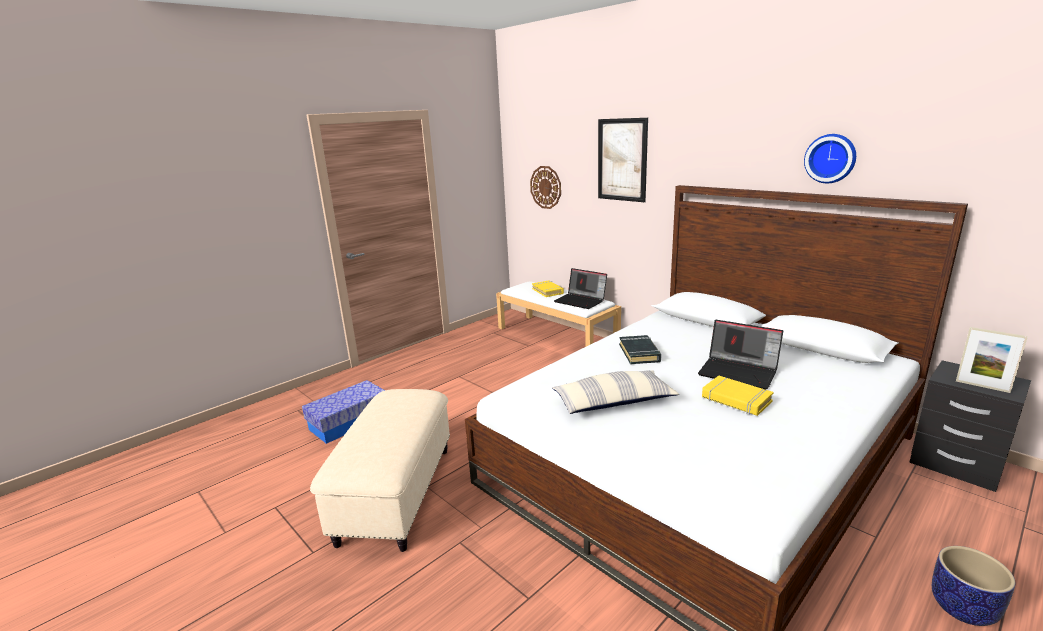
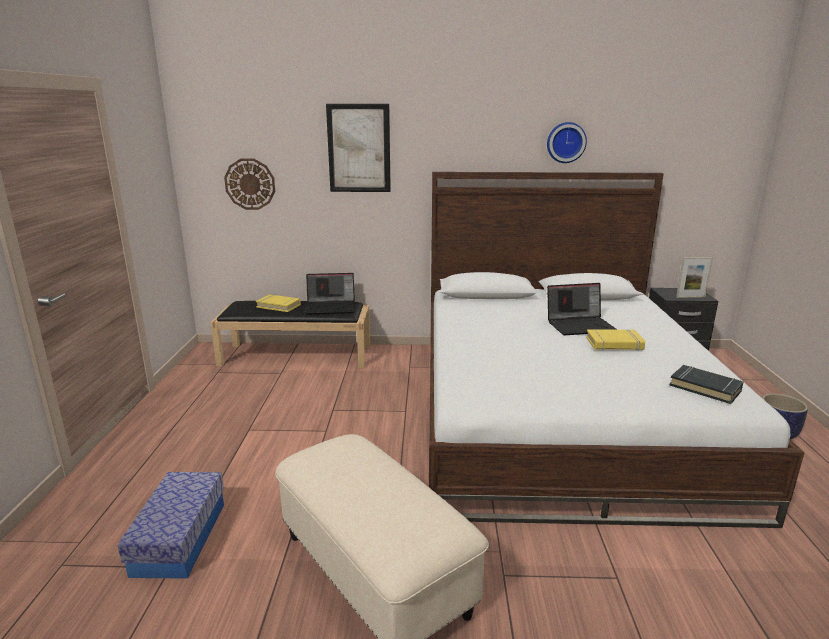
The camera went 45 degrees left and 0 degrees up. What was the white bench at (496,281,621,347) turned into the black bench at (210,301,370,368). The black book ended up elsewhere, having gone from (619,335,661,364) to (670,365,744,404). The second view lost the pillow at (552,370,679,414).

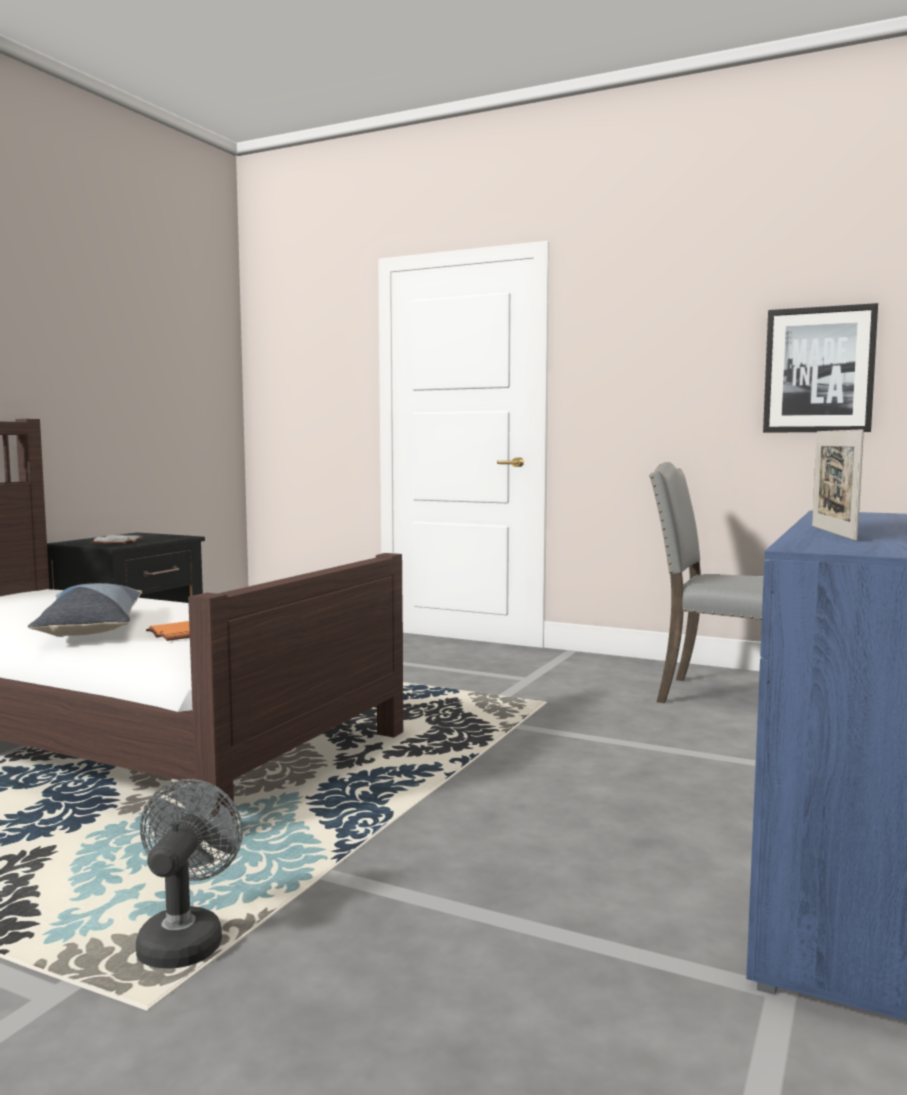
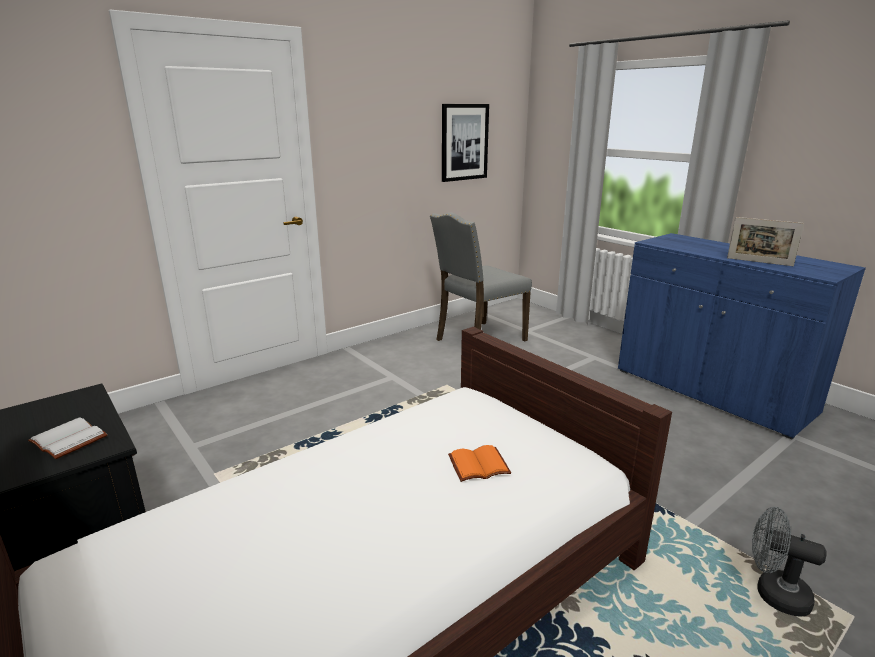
The camera went 65 degrees left and 15 degrees up. The second view lost the pillow at (28,583,142,637).

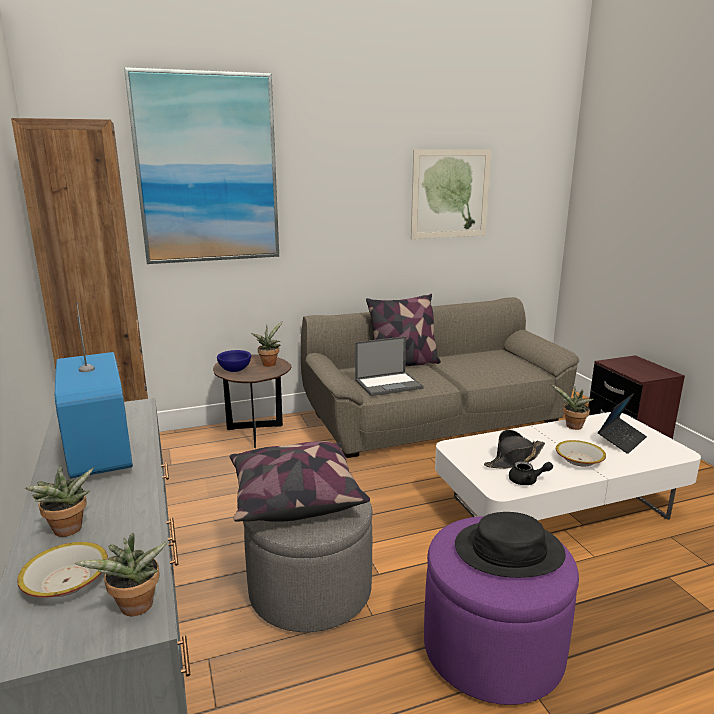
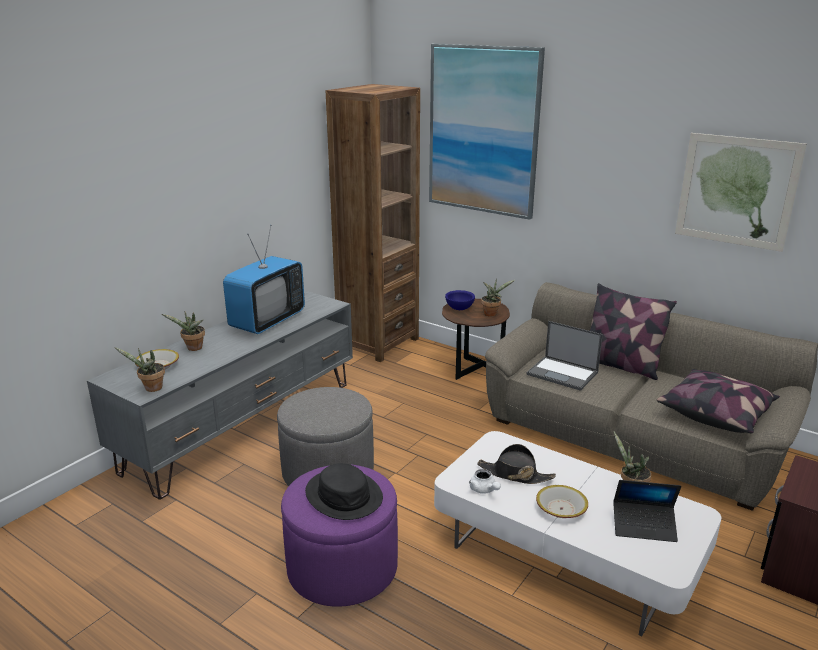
The camera went 55 degrees right and 5 degrees up. What was the black teapot at (509,461,553,485) turned into the white teapot at (469,469,501,494). The pillow ended up elsewhere, having gone from (230,441,370,522) to (657,369,780,433).

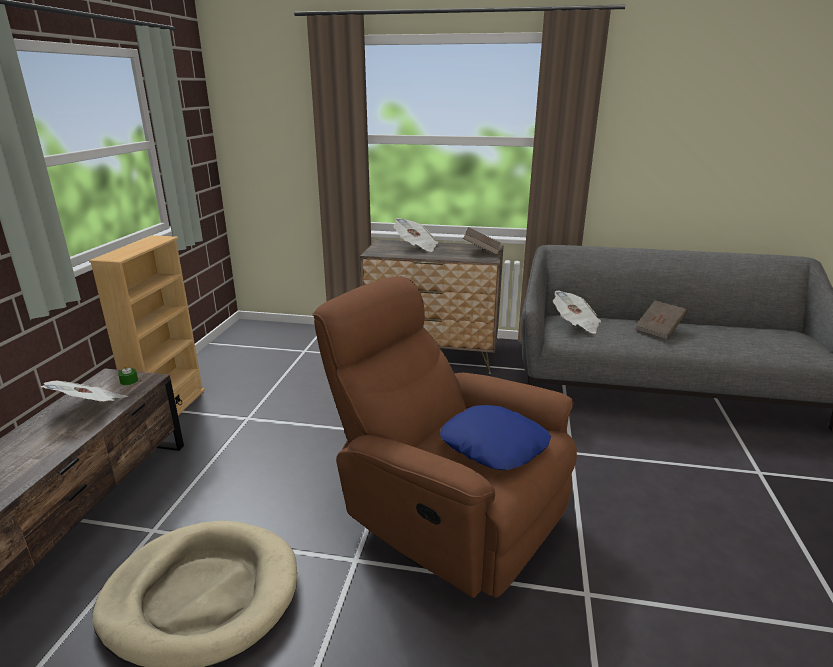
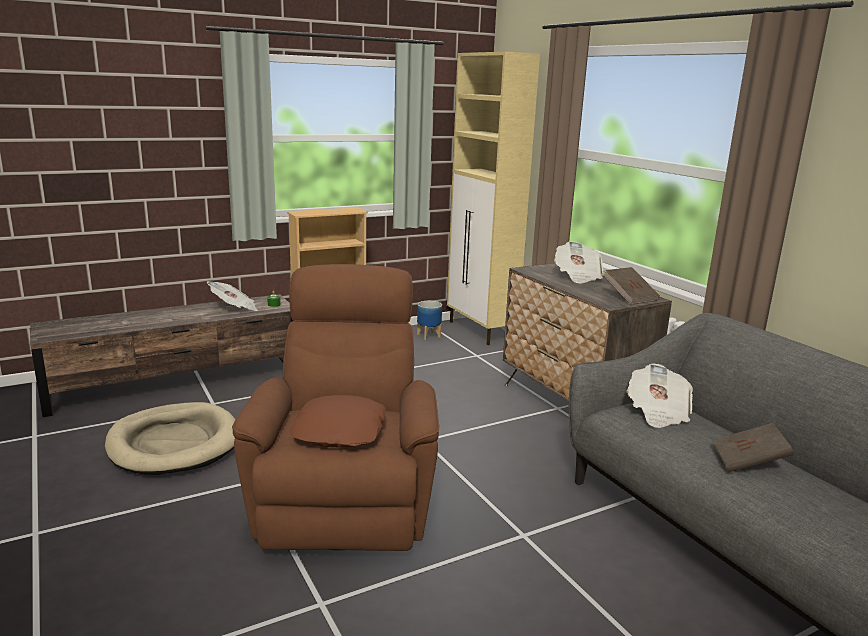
The camera went 50 degrees right and 5 degrees down. What was the blue pillow at (440,405,551,470) turned into the brown pillow at (290,395,386,447). The second view gained the planter at (417,301,442,340). The second view gained the beige cabinet at (447,52,540,345).

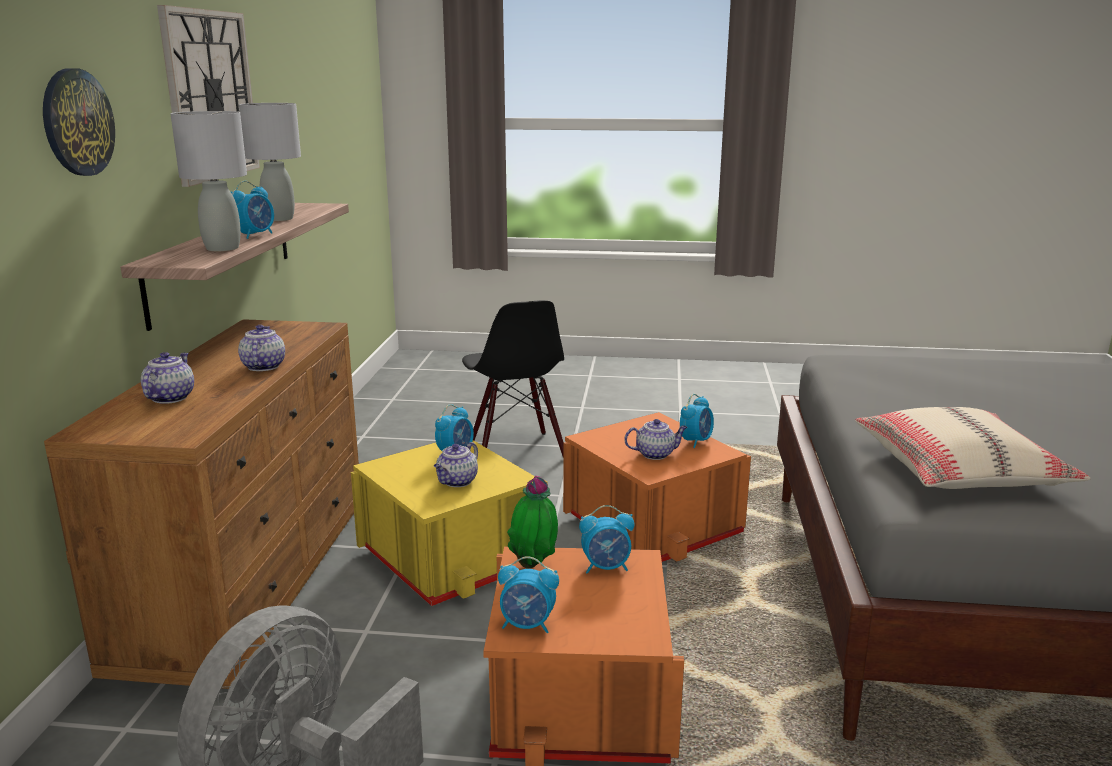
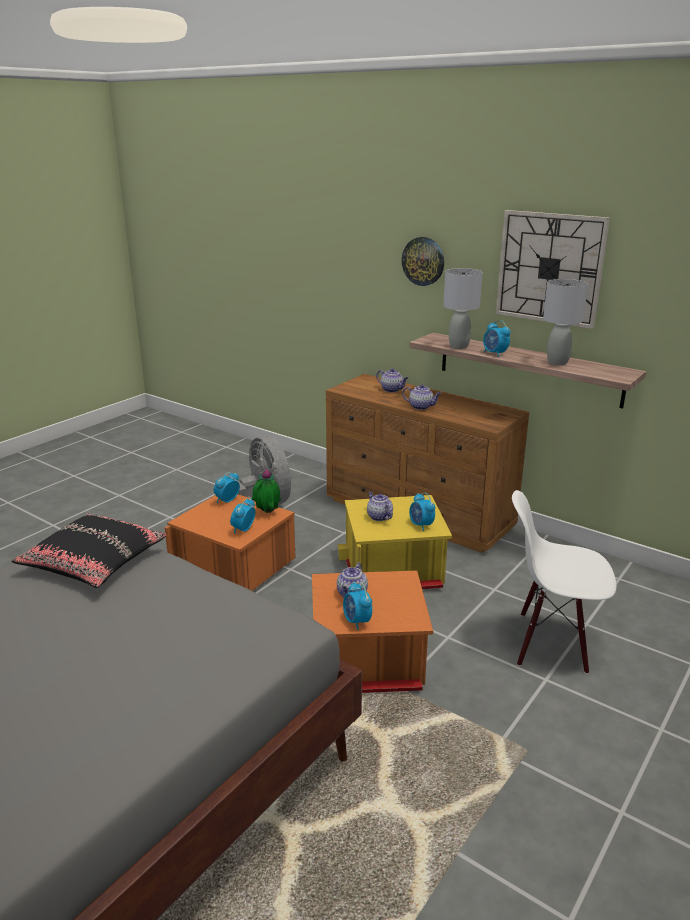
The camera went 120 degrees right and 5 degrees up. What was the beige pillow at (855,407,1091,489) turned into the black pillow at (12,514,167,588). What was the black chair at (462,300,564,456) turned into the white chair at (512,490,616,674).

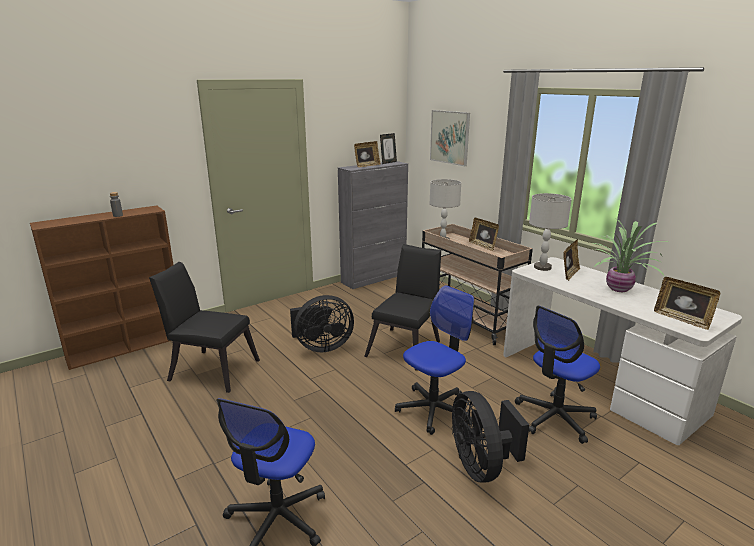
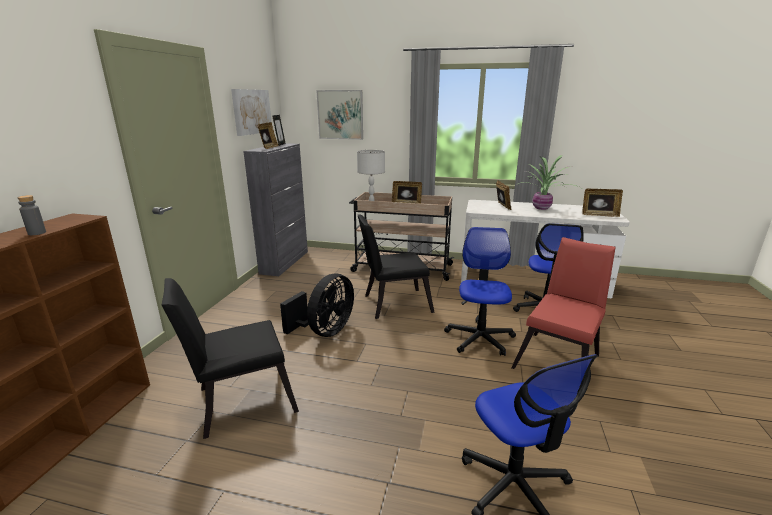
The camera went 40 degrees left and 0 degrees up. The second view gained the picture at (231,89,271,136). The black chair at (364,244,441,371) ended up facing another way, 90 degrees counterclockwise from before. Where the black fan stood at (452,391,529,483), the red chair came to stand at (511,237,616,369). The second view lost the grey table lamp at (529,193,572,271).

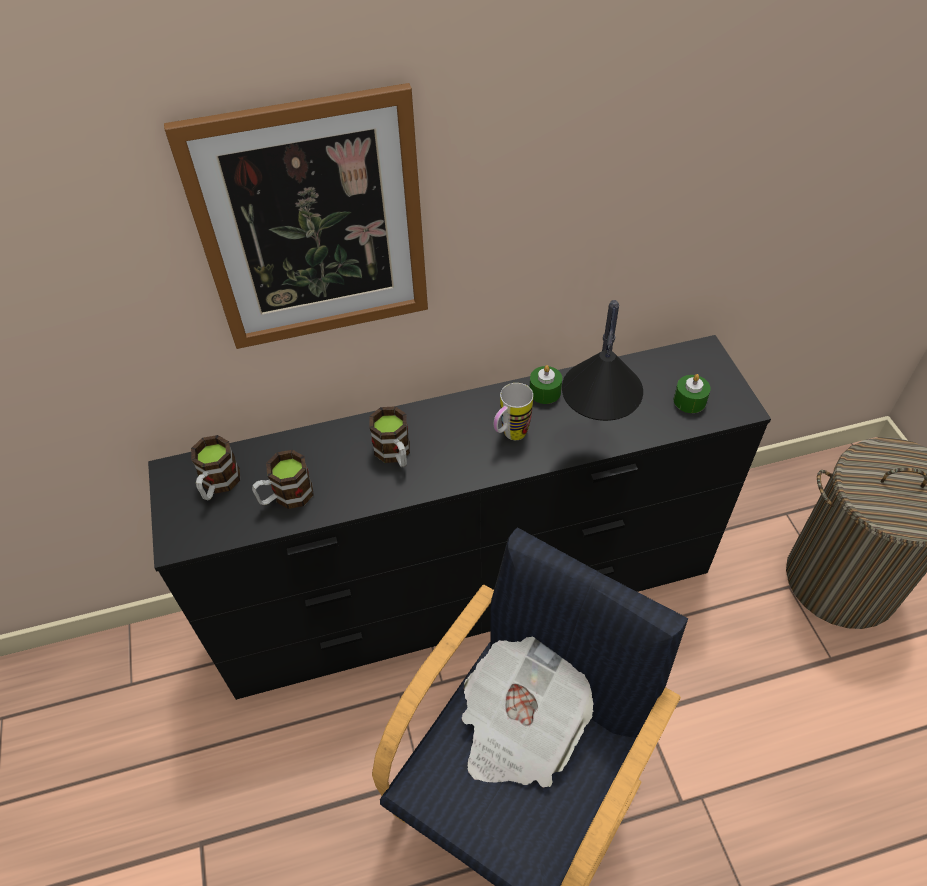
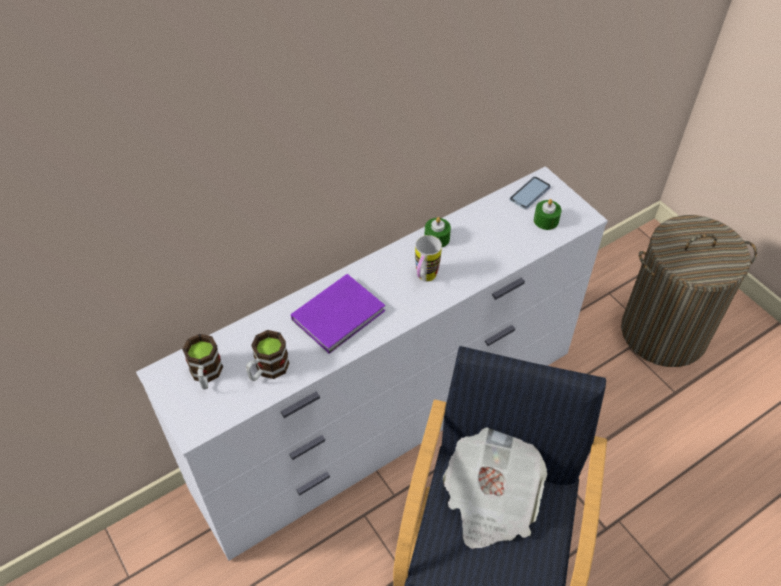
The camera went 20 degrees left and 0 degrees up. What was the black dresser at (148,335,771,700) turned into the white dresser at (136,166,608,561). Where the mug stood at (369,406,410,467), the purple book came to stand at (291,274,385,354). The second view gained the phone at (509,177,551,209). The second view lost the picture at (164,83,428,349). The second view lost the table lamp at (562,300,643,421).

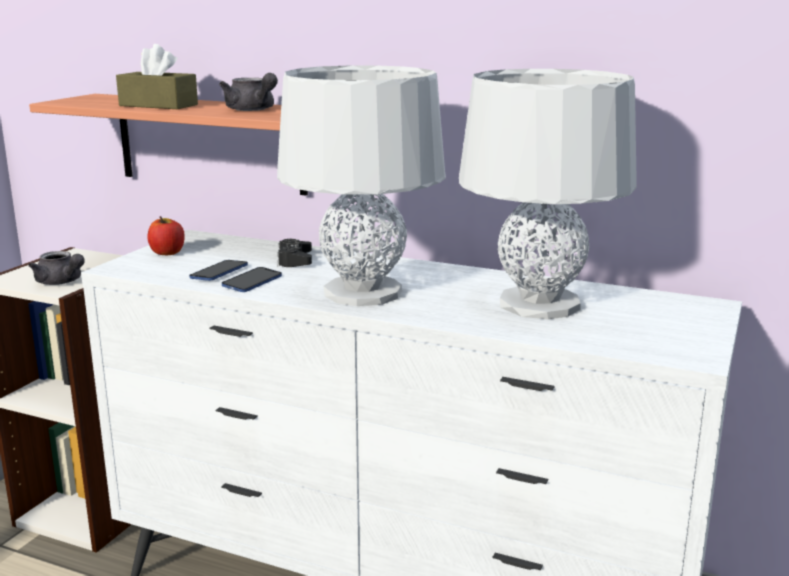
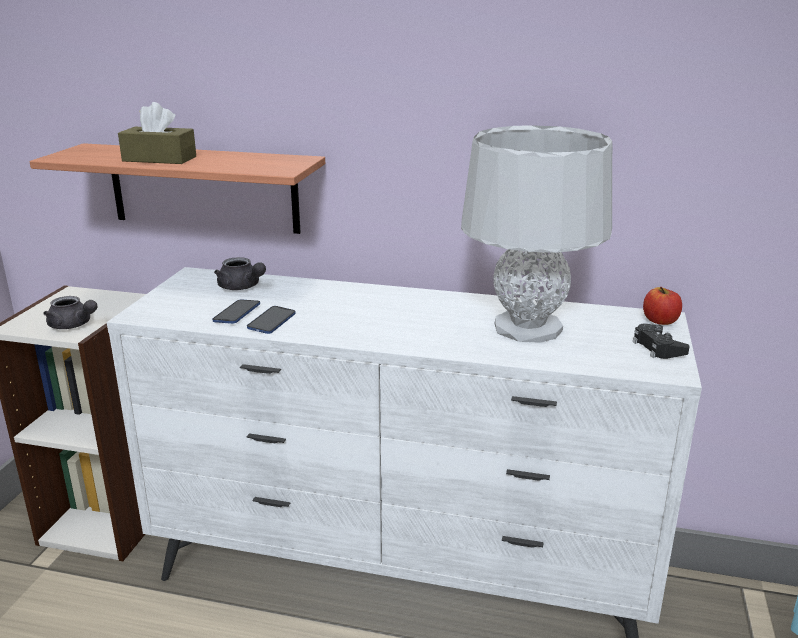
The camera went 10 degrees left and 5 degrees up. The grey teapot ended up elsewhere, having gone from (219,73,278,111) to (214,257,266,290). The black game controller ended up elsewhere, having gone from (277,239,312,267) to (632,323,690,359). The apple ended up elsewhere, having gone from (148,216,185,255) to (643,287,682,325). The second view lost the grey table lamp at (277,65,446,306).

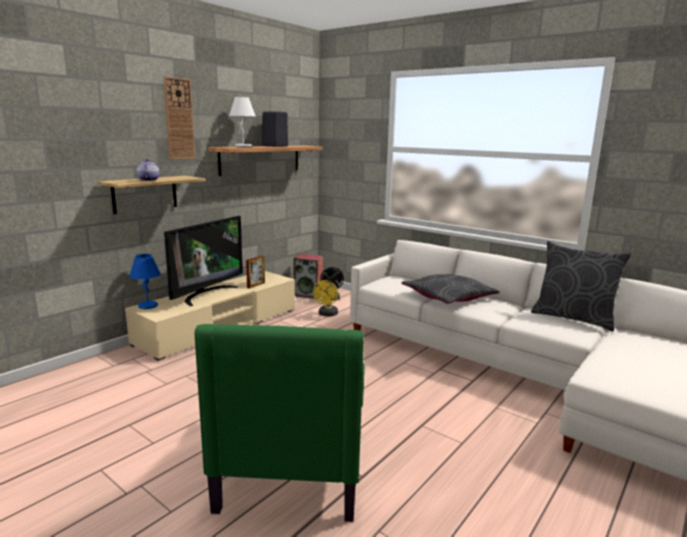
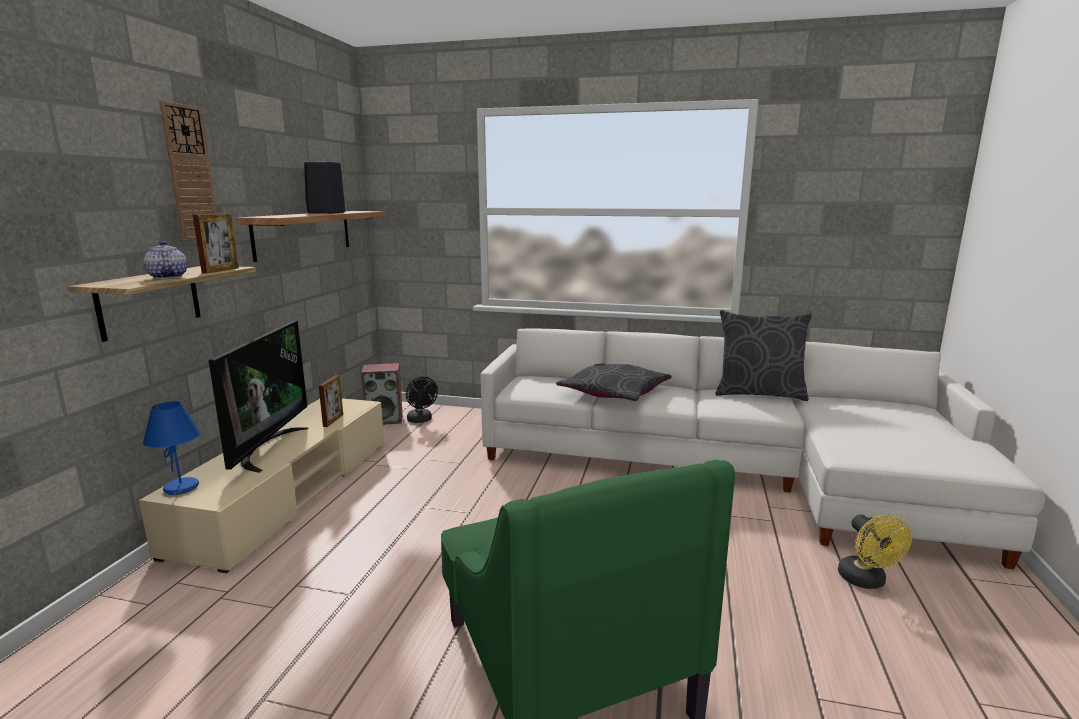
The camera went 25 degrees left and 0 degrees up. The second view gained the picture frame at (193,213,239,274). The yellow fan ended up elsewhere, having gone from (313,280,338,316) to (838,514,912,589). The second view lost the white table lamp at (229,97,256,147).

